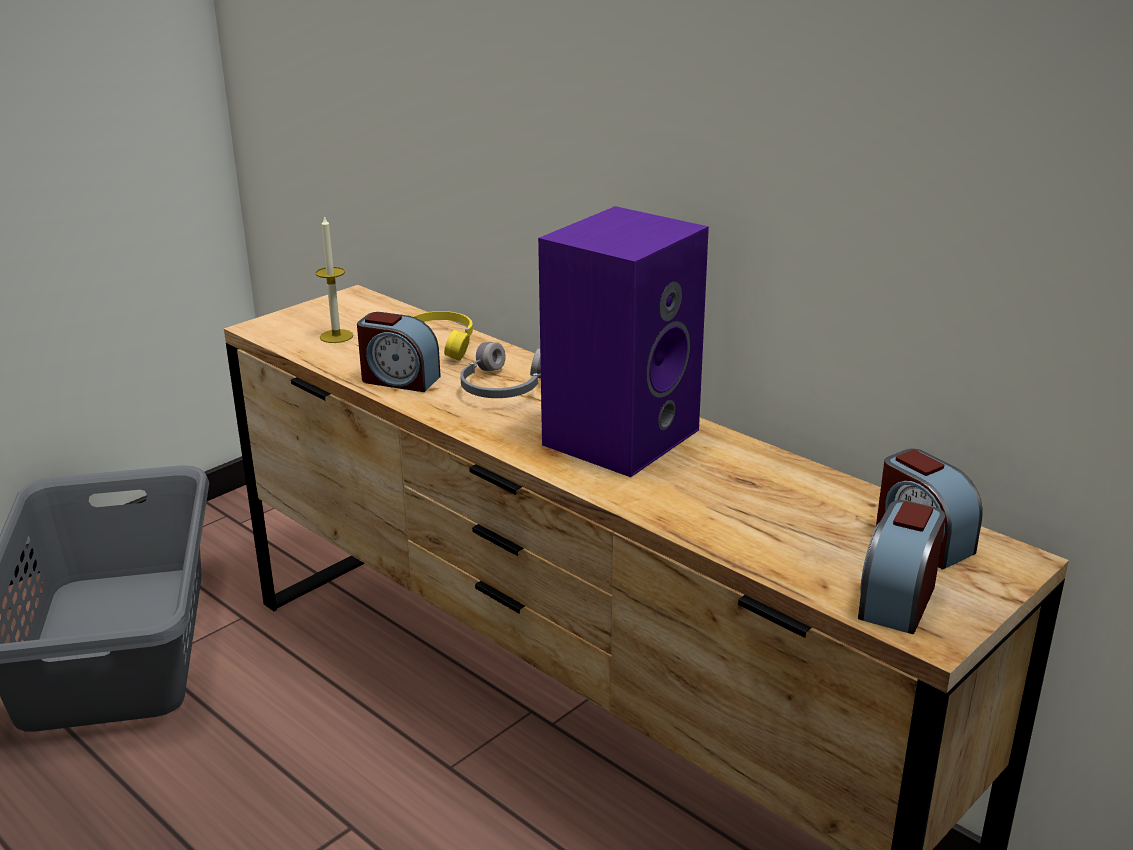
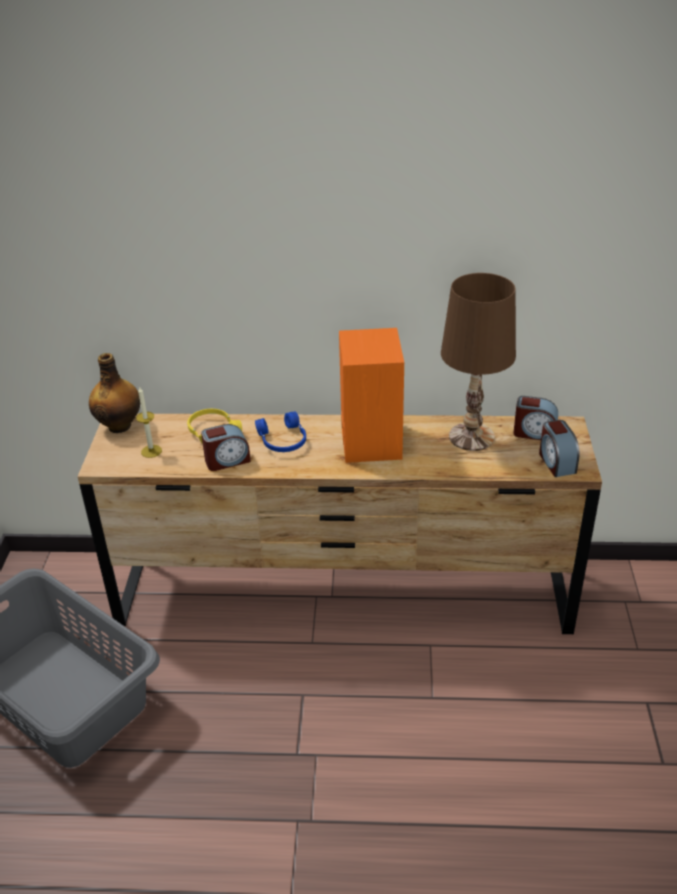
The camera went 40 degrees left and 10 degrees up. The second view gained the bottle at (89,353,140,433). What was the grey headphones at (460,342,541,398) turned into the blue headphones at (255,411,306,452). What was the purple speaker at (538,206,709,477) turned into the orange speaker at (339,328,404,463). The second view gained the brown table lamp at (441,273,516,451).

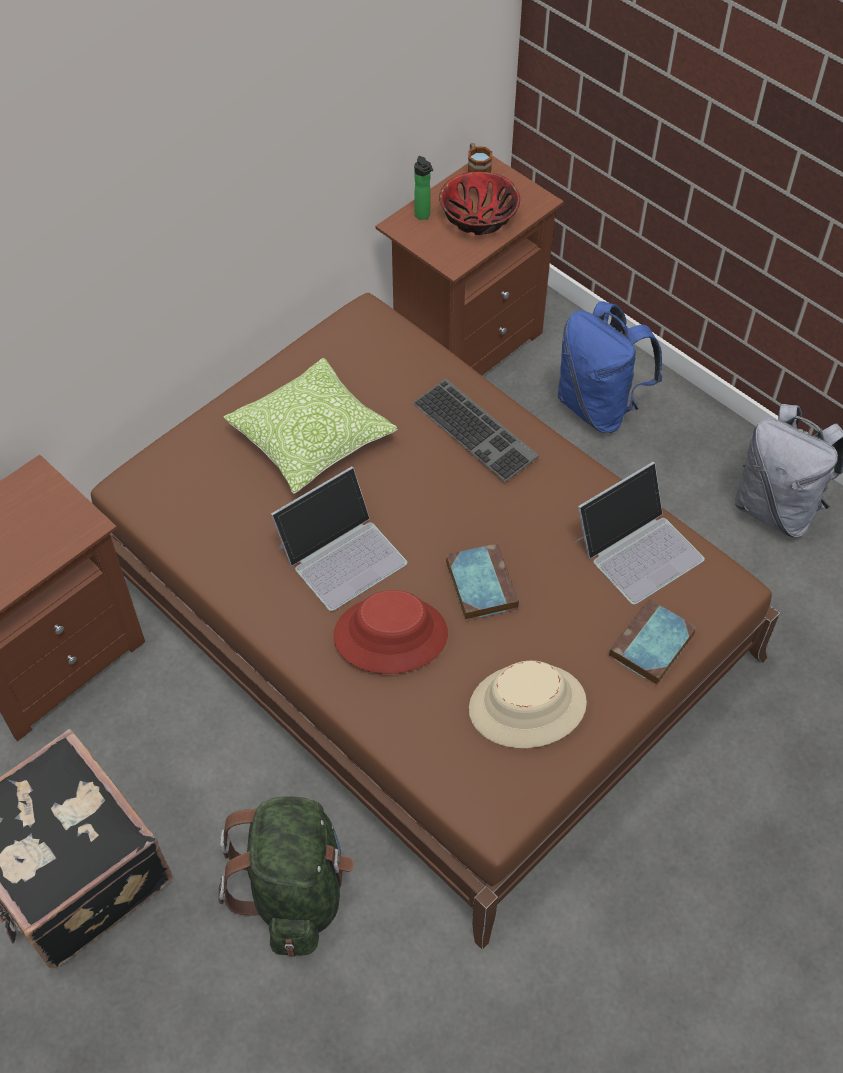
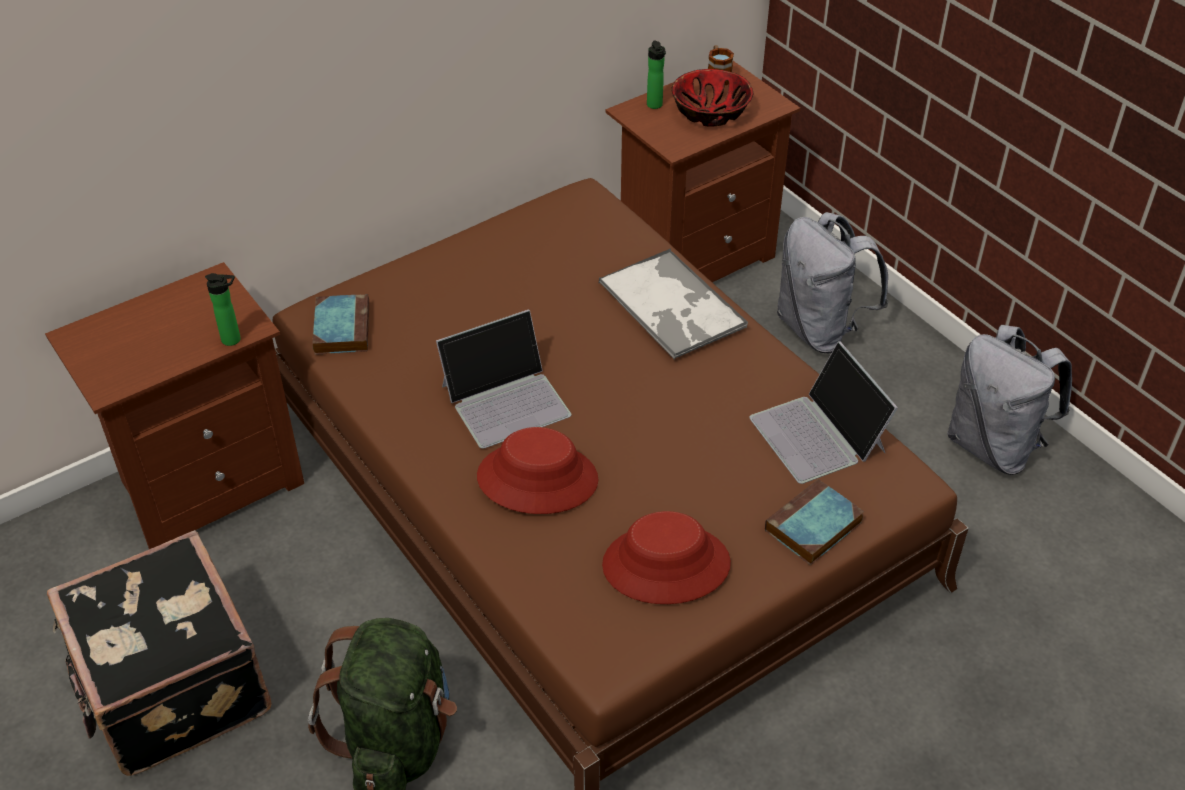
The camera went 10 degrees right and 10 degrees down. The second view gained the bottle at (205,273,241,346). The book ended up elsewhere, having gone from (446,543,519,621) to (312,294,369,355). Where the keyboard stood at (413,379,539,482), the tray came to stand at (599,248,748,360). What was the beige hat at (469,661,587,748) turned into the red hat at (602,511,731,604). The laptop at (574,462,705,605) ended up facing another way, 90 degrees clockwise from before. What was the blue backpack at (558,301,663,433) turned into the grey backpack at (777,212,889,353). The second view lost the pillow at (223,357,398,494).

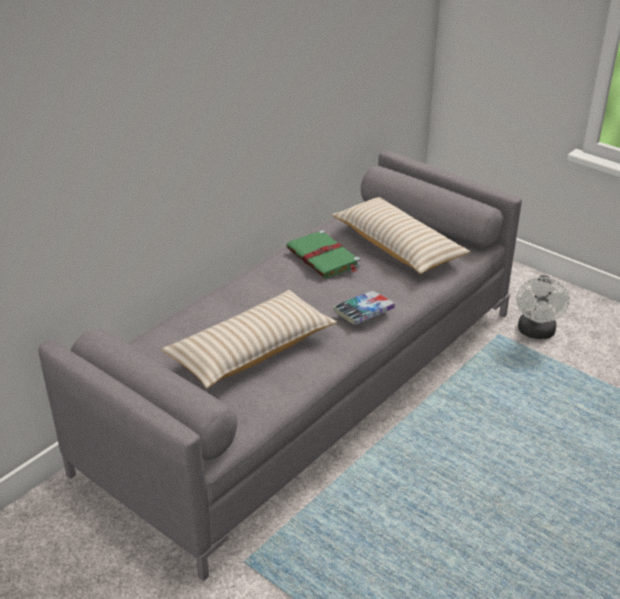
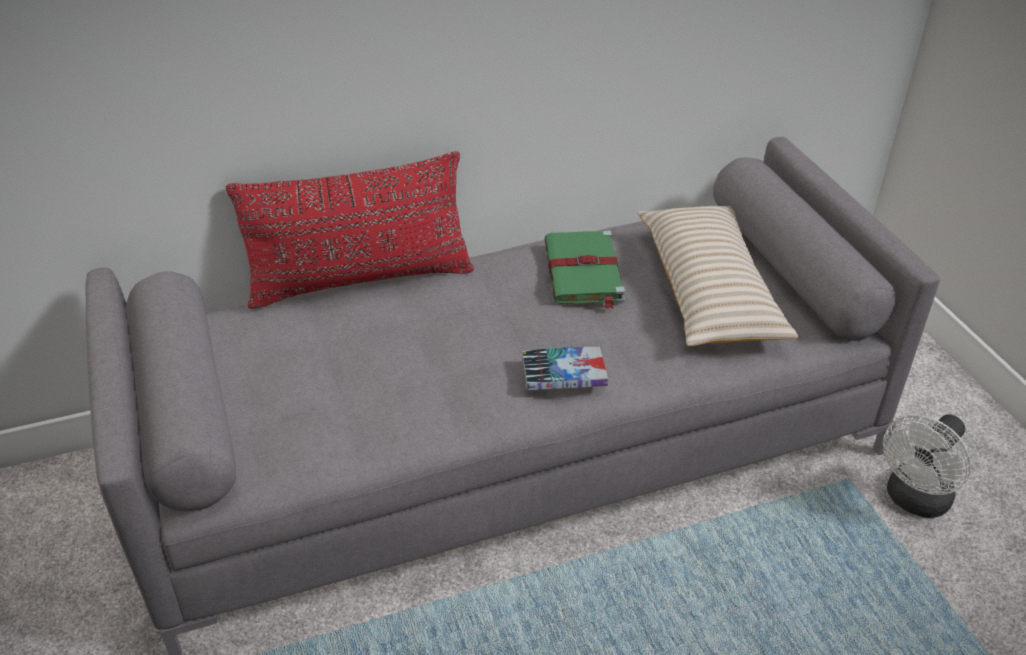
The camera went 30 degrees right and 5 degrees up. The second view gained the red pillow at (226,151,474,309). The second view lost the beige pillow at (162,290,337,388).

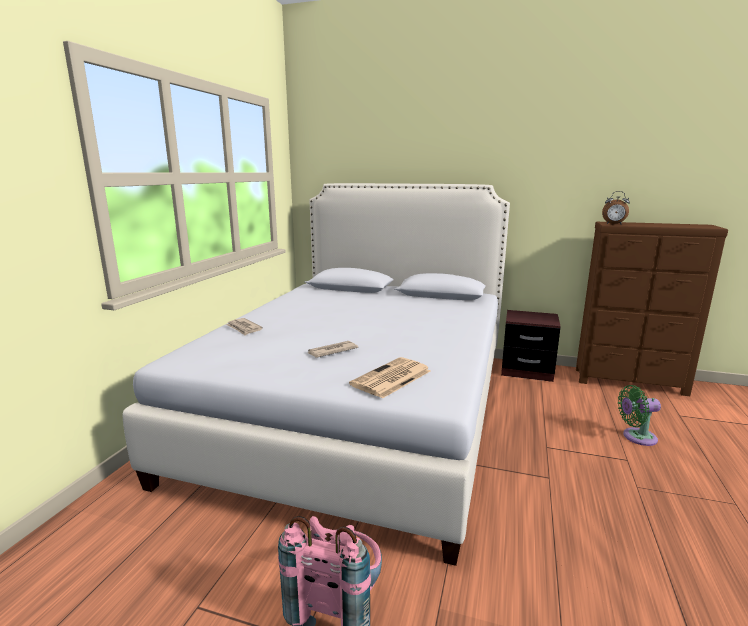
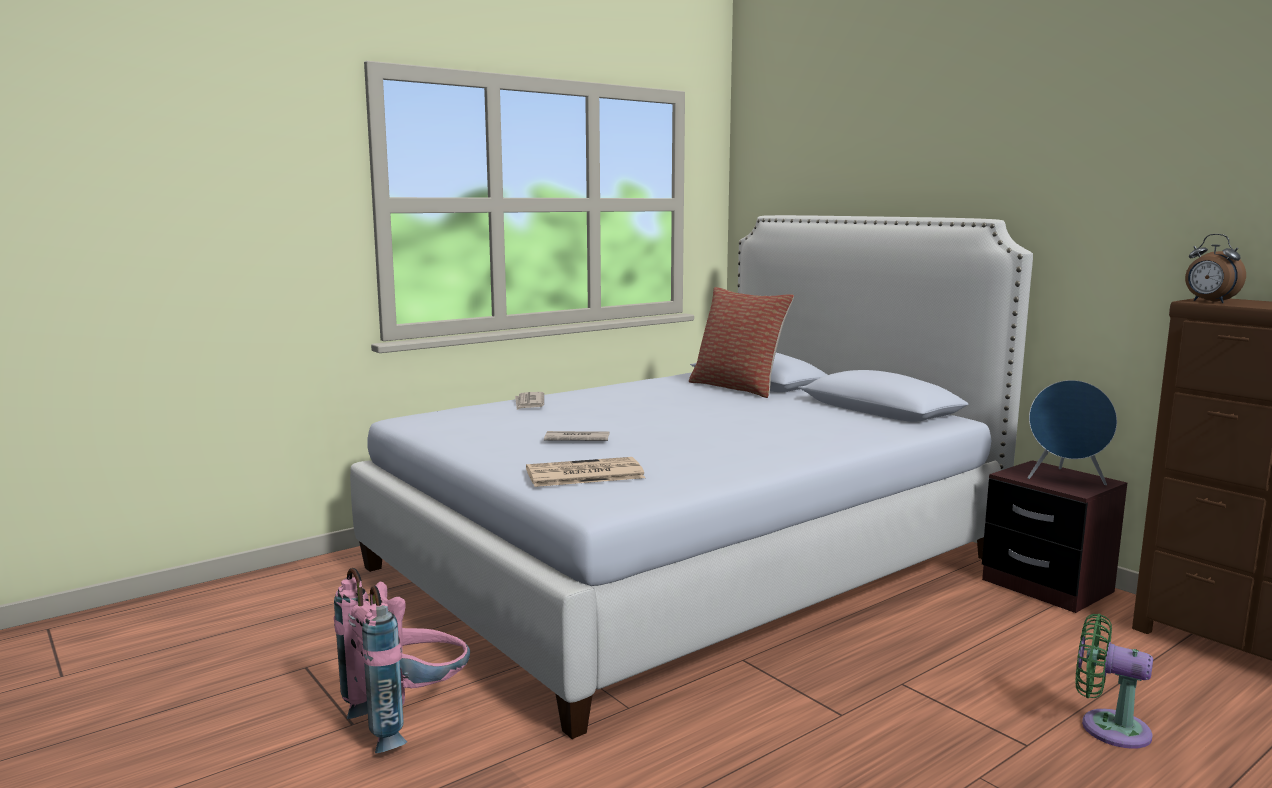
The camera went 35 degrees right and 5 degrees down. The second view gained the pillow at (689,287,794,398). The second view gained the blue speaker at (1027,380,1117,485).

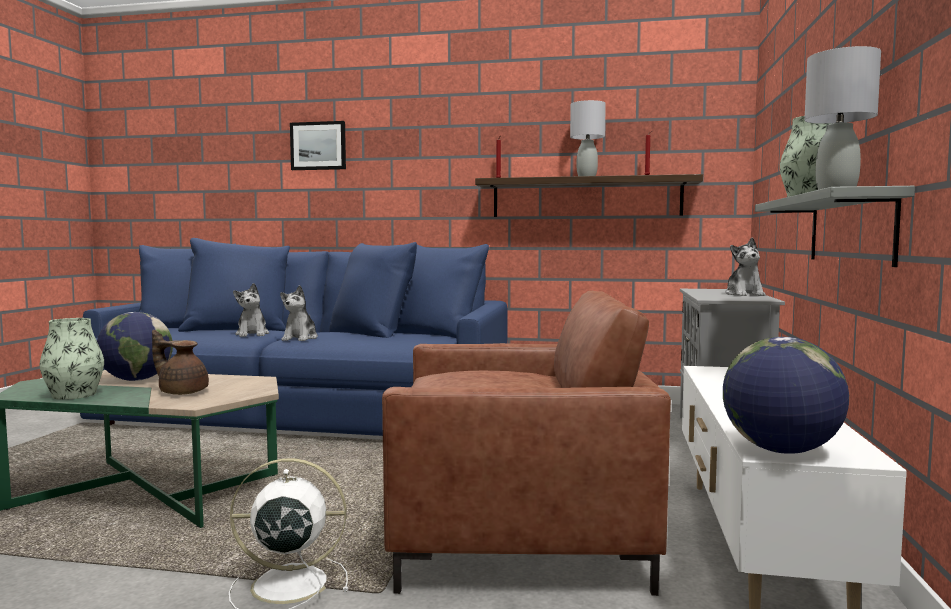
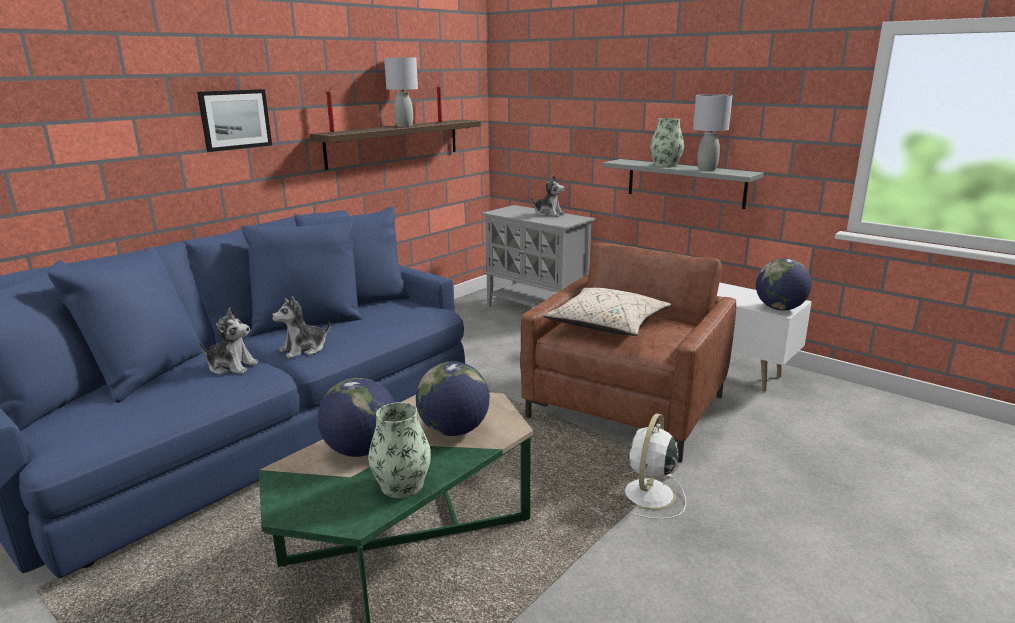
The camera went 60 degrees left and 15 degrees up. The picture ended up elsewhere, having gone from (290,121,346,170) to (197,89,272,152). The plush toy at (280,285,318,341) ended up facing another way, 105 degrees clockwise from before. Where the brown teapot stood at (152,330,209,395), the globe came to stand at (416,361,490,436). The second view gained the beige pillow at (543,288,671,336).

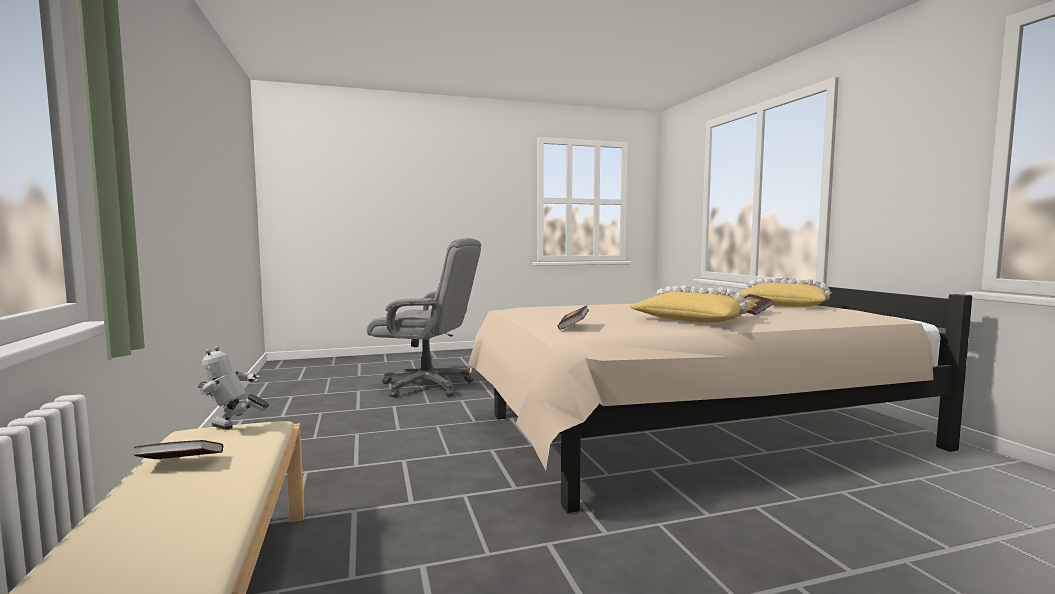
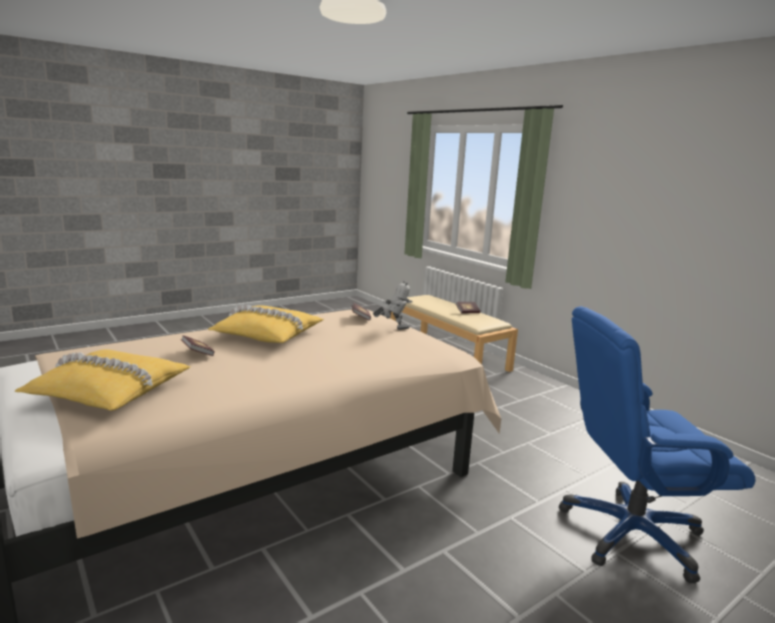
The camera went 160 degrees right and 10 degrees up. The toy robot ended up elsewhere, having gone from (198,346,269,430) to (373,281,412,330). What was the grey office chair at (367,238,481,398) turned into the blue office chair at (559,306,756,584).

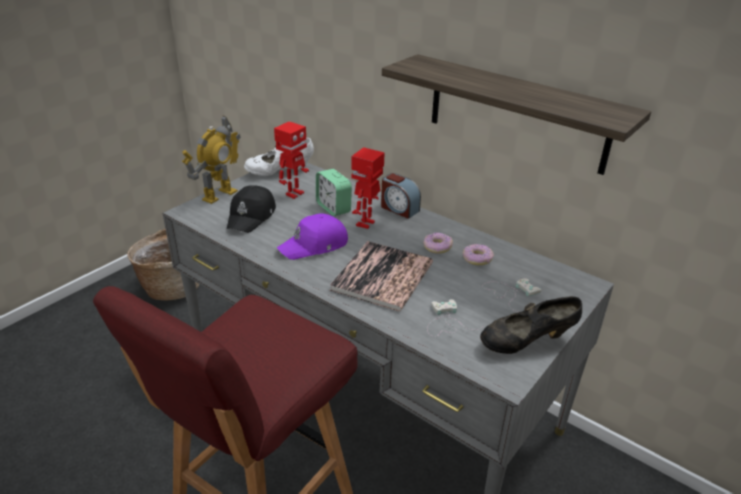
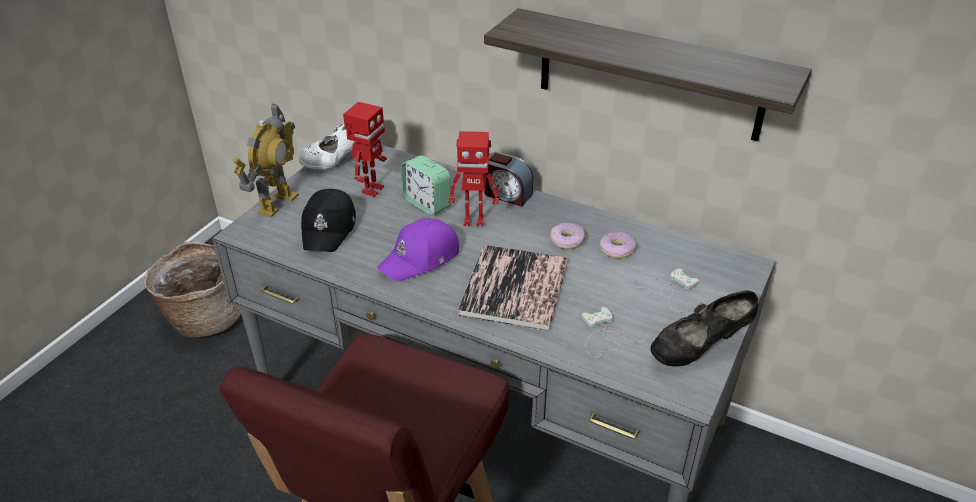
The camera went 10 degrees left and 5 degrees up. The toy robot at (351,147,384,229) ended up facing another way, 105 degrees counterclockwise from before.

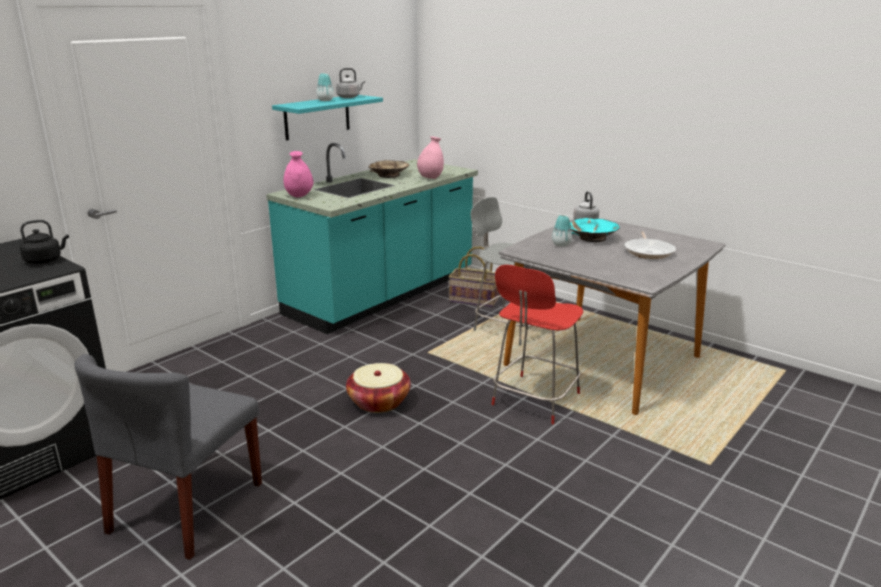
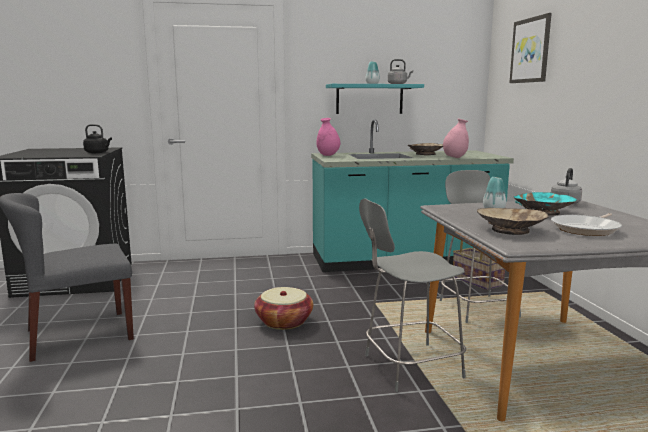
The camera went 40 degrees right and 10 degrees down. What was the red chair at (492,265,583,424) turned into the grey chair at (359,198,466,392). The second view gained the beige bowl at (477,208,549,235). The second view gained the picture at (509,13,552,83).

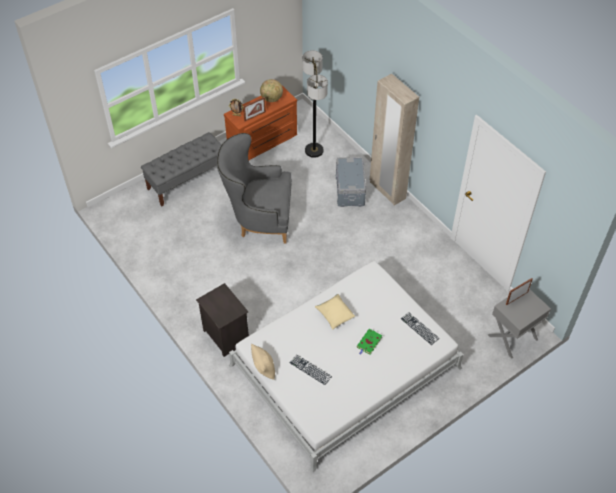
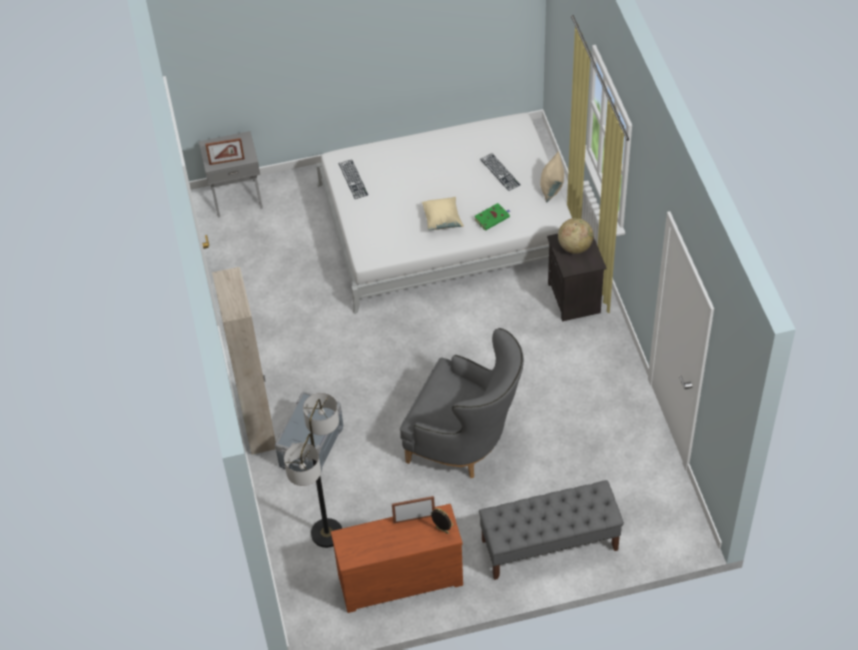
The camera went 155 degrees left and 0 degrees up. The green book ended up elsewhere, having gone from (357,329,382,355) to (474,203,510,231). The globe ended up elsewhere, having gone from (260,79,283,102) to (558,218,594,254).

